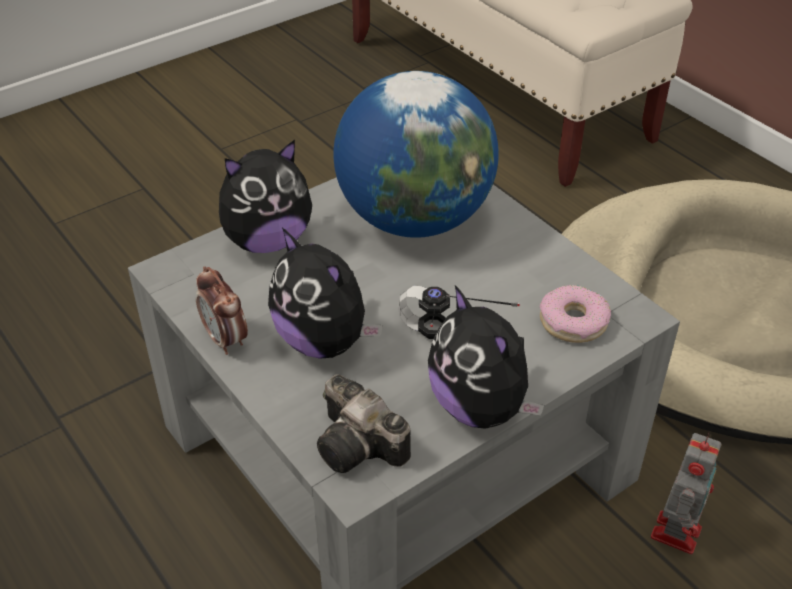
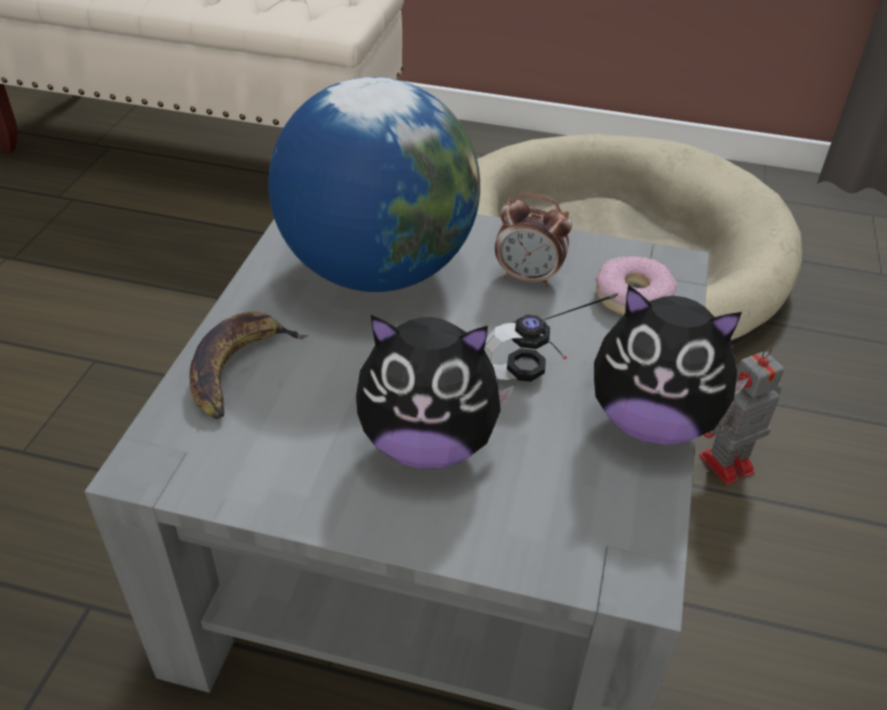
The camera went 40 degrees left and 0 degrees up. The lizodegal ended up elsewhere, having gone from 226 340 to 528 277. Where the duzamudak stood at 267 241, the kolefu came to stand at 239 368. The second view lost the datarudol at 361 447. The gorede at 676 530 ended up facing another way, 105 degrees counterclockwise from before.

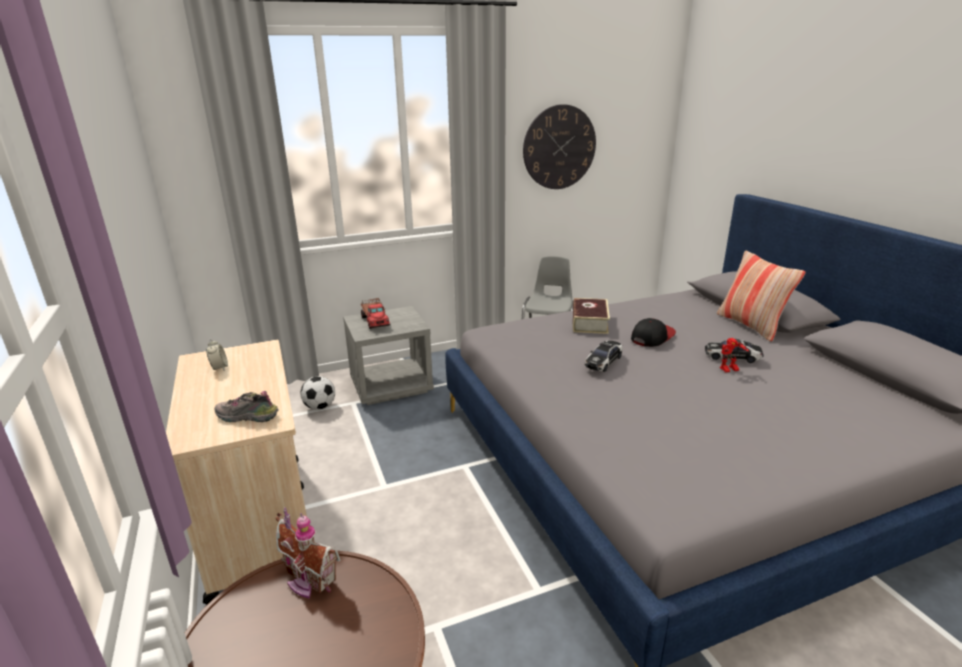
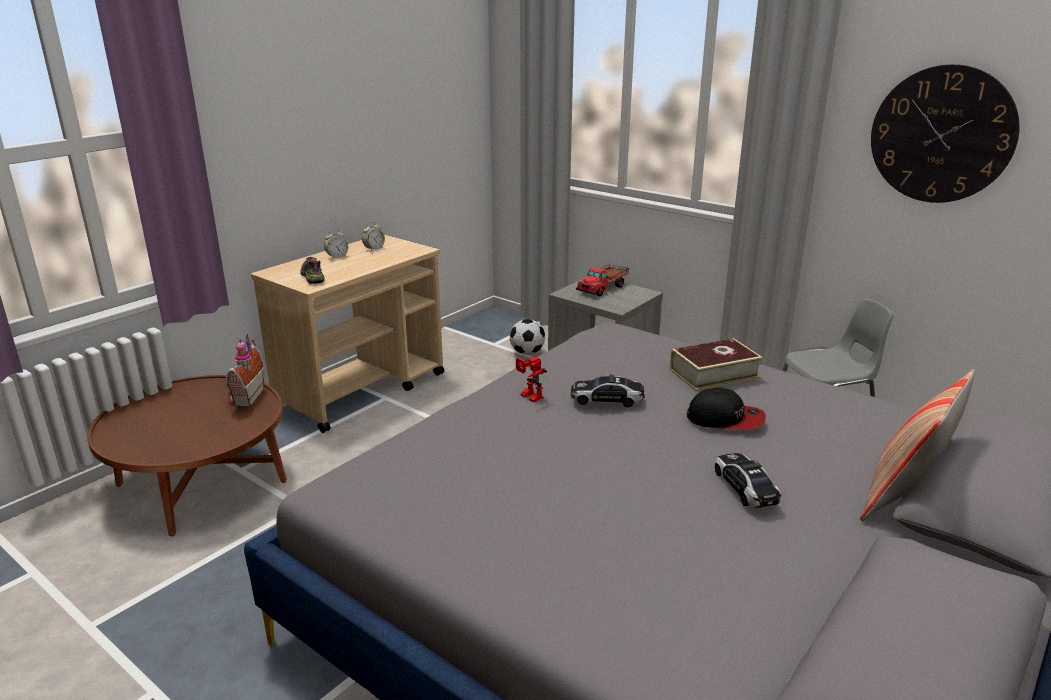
The camera went 60 degrees right and 0 degrees up. The gorede ended up elsewhere, having gone from 729 370 to 528 397. The second view gained the lizodegal at 337 257.

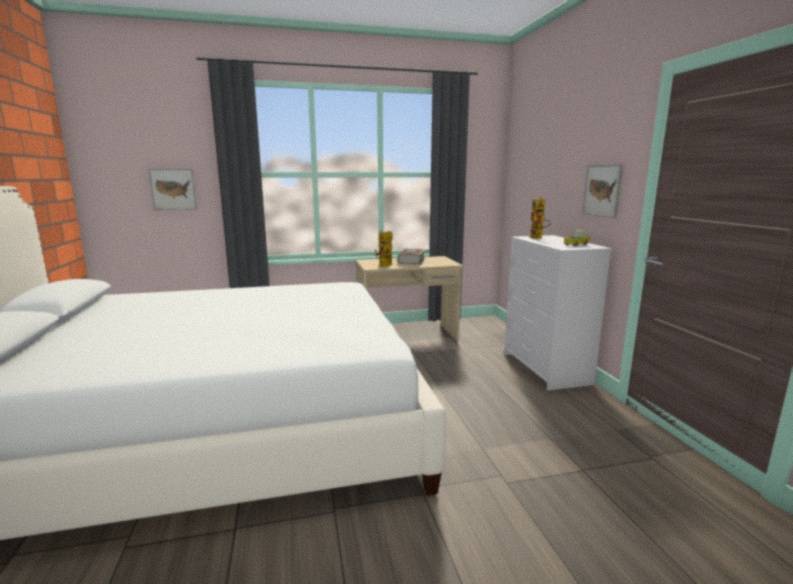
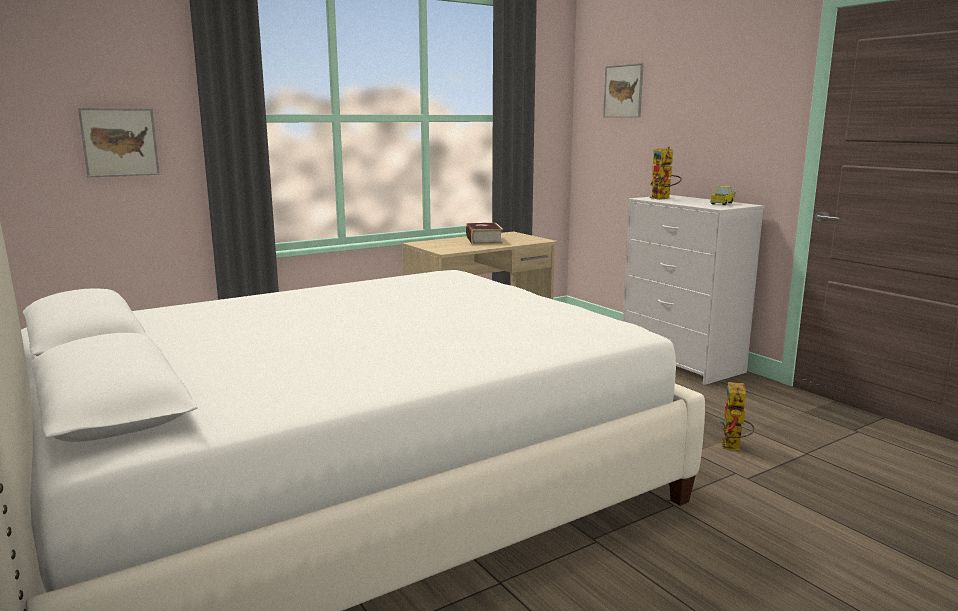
The camera went 20 degrees left and 0 degrees up. The gorede ended up elsewhere, having gone from 384 266 to 733 447. The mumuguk ended up elsewhere, having gone from 602 190 to 623 91.

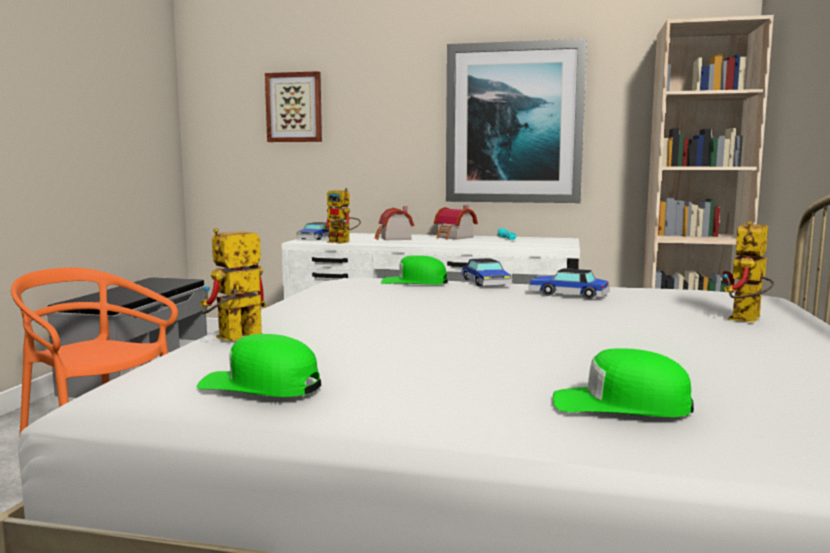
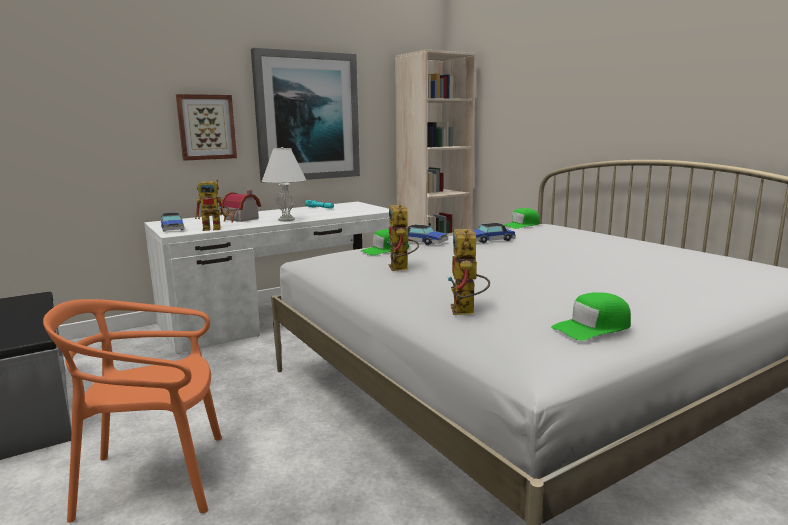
The camera went 45 degrees left and 5 degrees up. The mumuguk ended up elsewhere, having gone from 294 107 to 206 127. The second view lost the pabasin at 454 237. The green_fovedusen ended up elsewhere, having gone from 620 405 to 521 225. The gorede ended up elsewhere, having gone from 747 320 to 401 269. The second view gained the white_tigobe at 286 219.

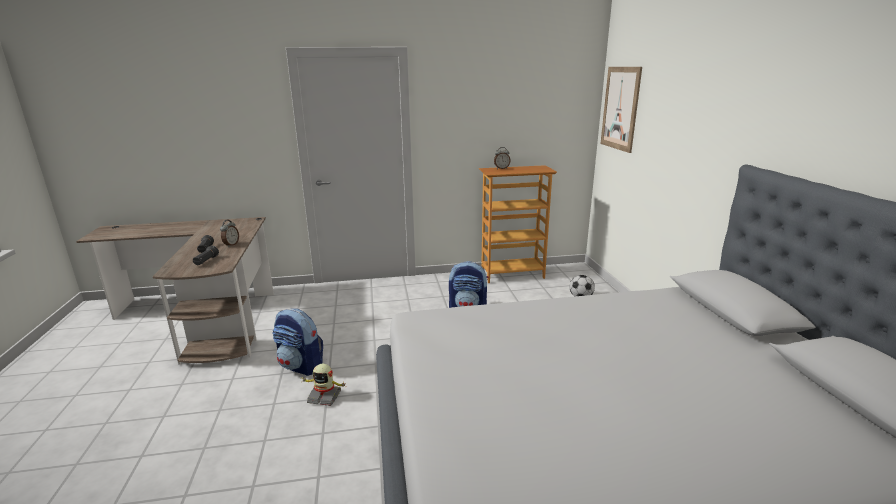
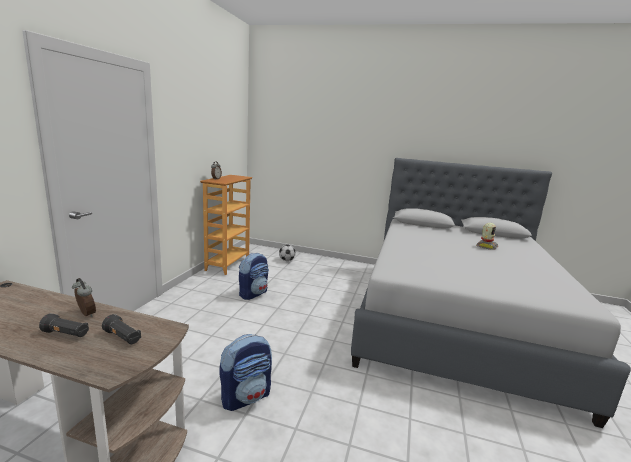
The camera went 65 degrees left and 5 degrees down. The gorede ended up elsewhere, having gone from 325 396 to 486 246. The second view lost the mumuguk at 620 108.

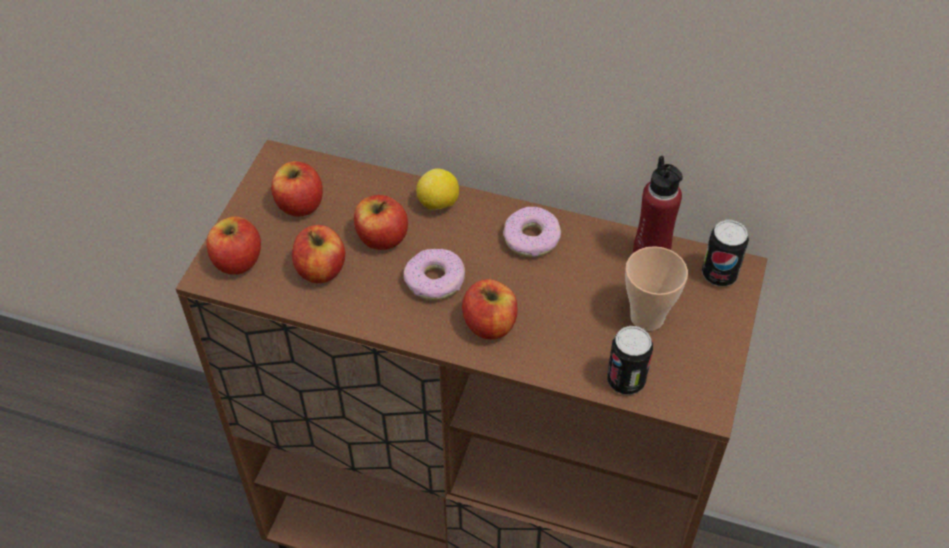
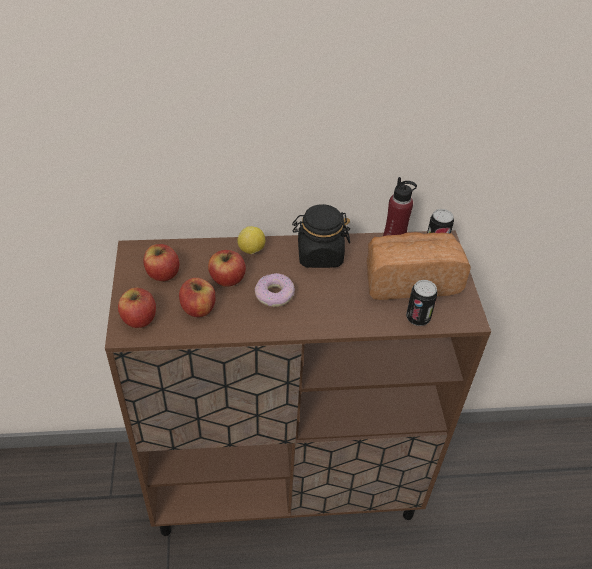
The camera went 25 degrees left and 5 degrees down. The second view lost the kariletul at 490 324. Where the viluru stood at 532 238, the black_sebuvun came to stand at 319 255. Where the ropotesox stood at 647 317, the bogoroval came to stand at 409 280.

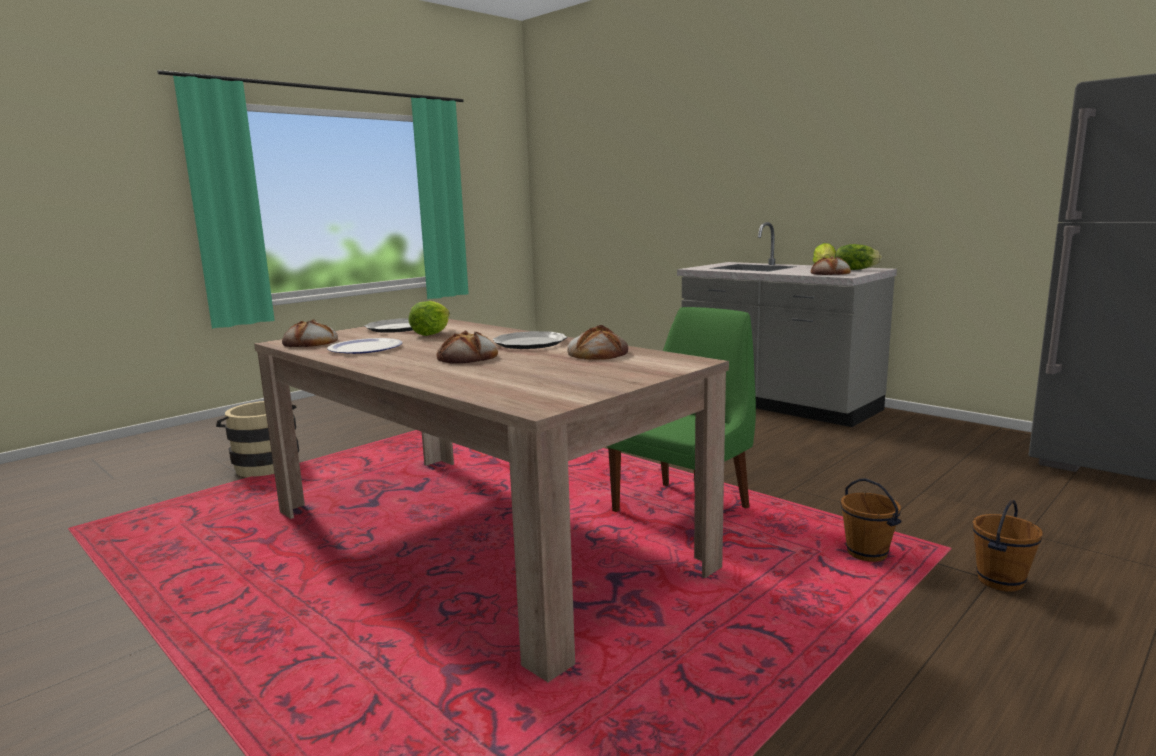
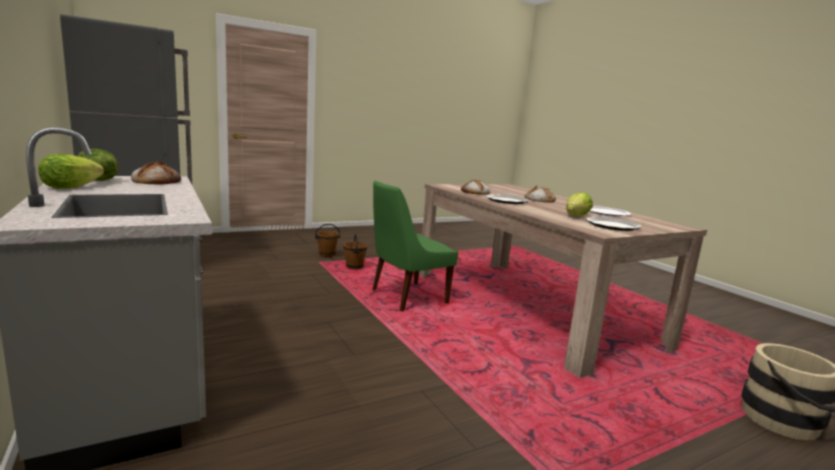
The camera went 165 degrees left and 0 degrees up. The second view lost the bogoroval at 311 343.

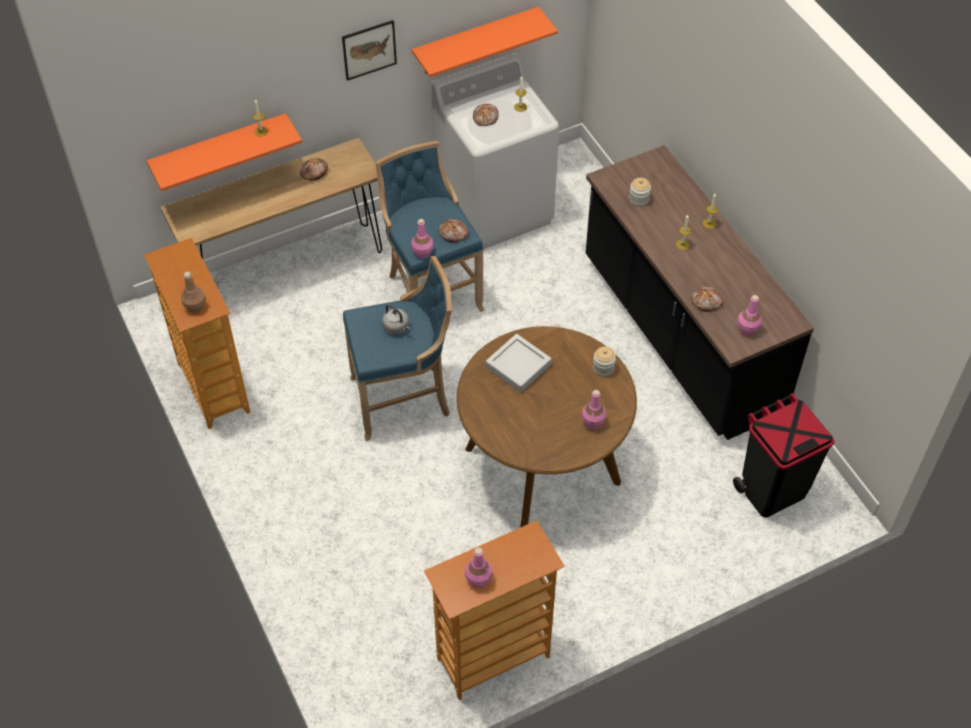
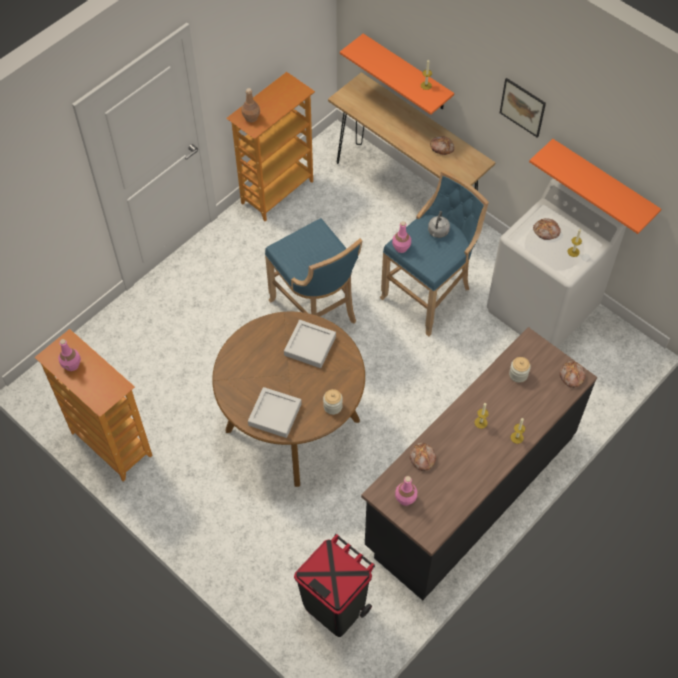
The camera went 70 degrees right and 5 degrees up. The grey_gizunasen ended up elsewhere, having gone from 397 328 to 438 232. The bogoroval ended up elsewhere, having gone from 453 234 to 571 376. Where the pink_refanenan stood at 593 422, the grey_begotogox came to stand at 275 414.

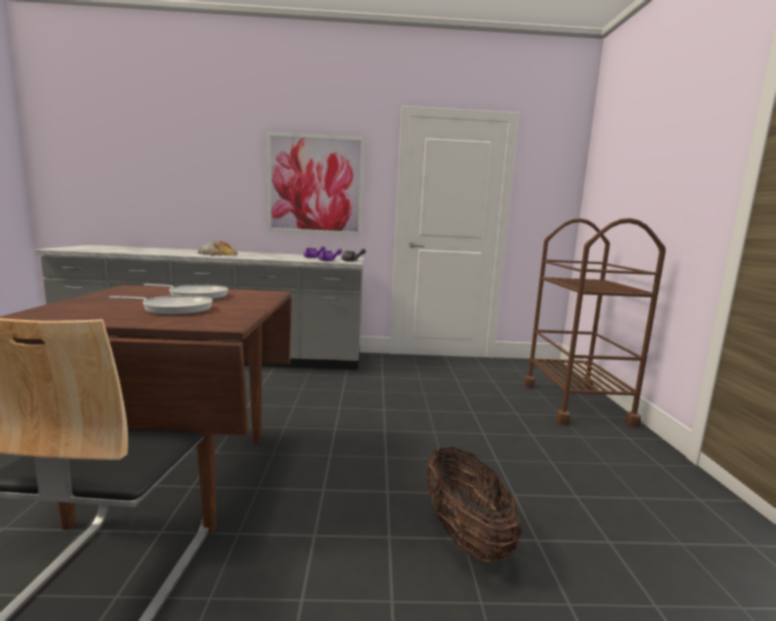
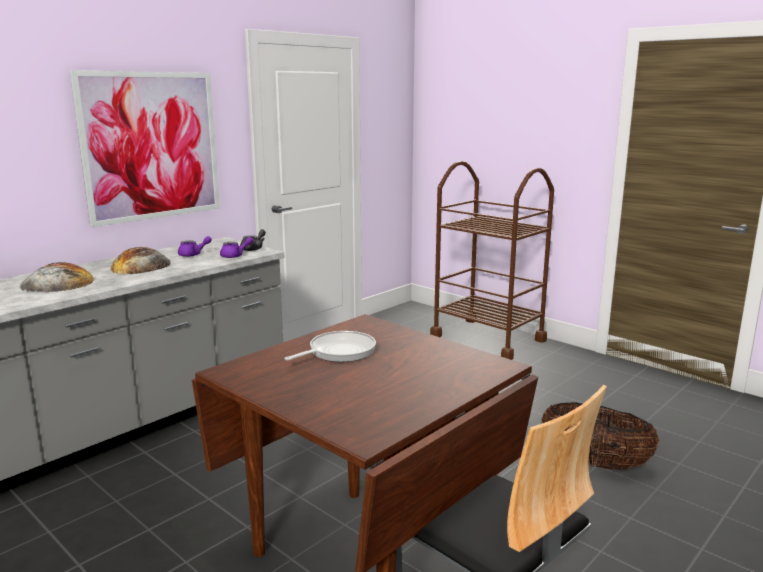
The camera went 45 degrees left and 5 degrees up. The second view lost the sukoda at 174 309. The second view gained the bogoroval at 141 266.

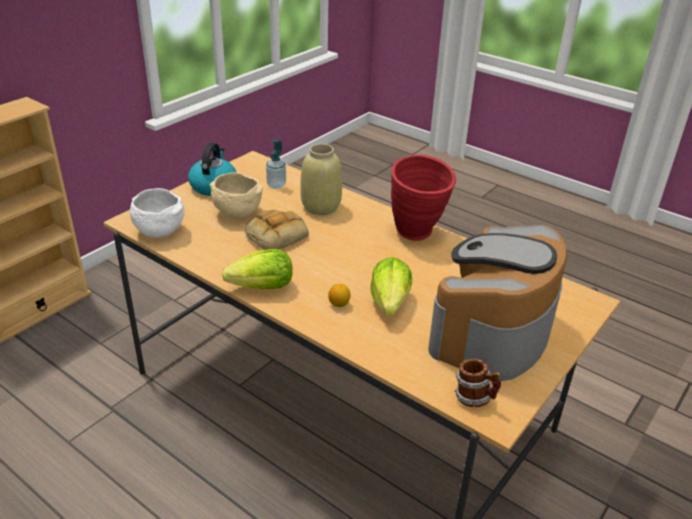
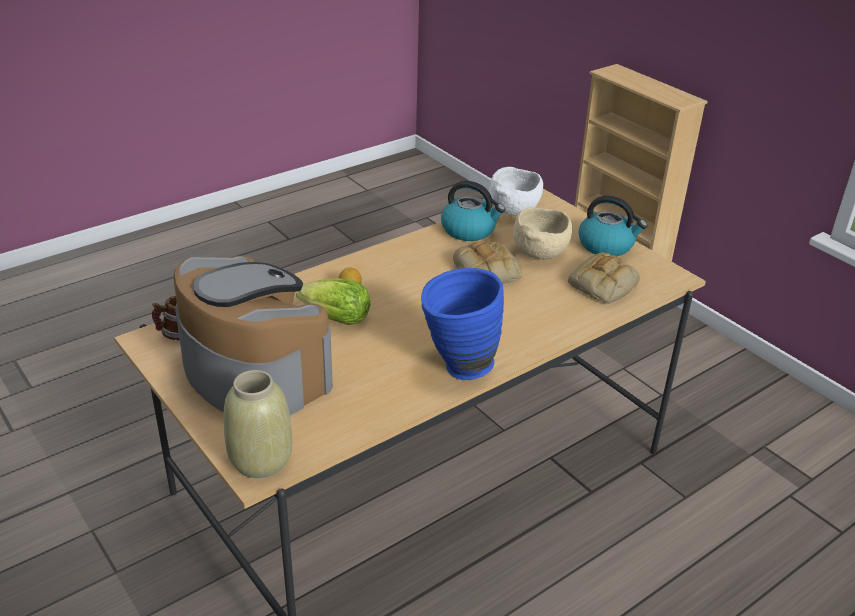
The camera went 105 degrees right and 0 degrees up. The second view lost the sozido at 263 287. Where the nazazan stood at 276 185, the bogoroval came to stand at 603 285. The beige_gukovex ended up elsewhere, having gone from 321 207 to 260 461. What was the red_gukovex at 417 235 turned into the blue_gukovex at 457 368. The second view gained the gizunasen at 469 230.

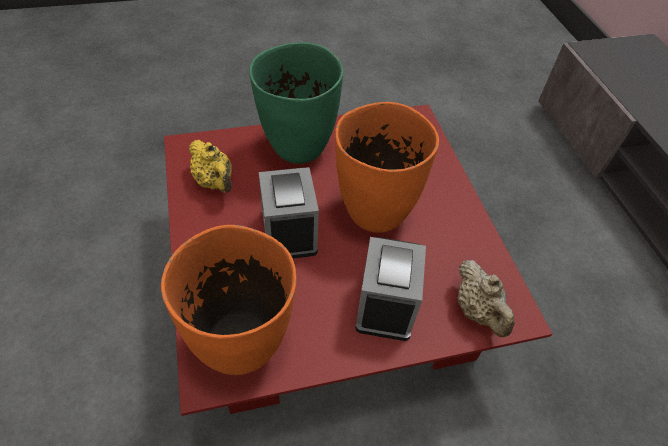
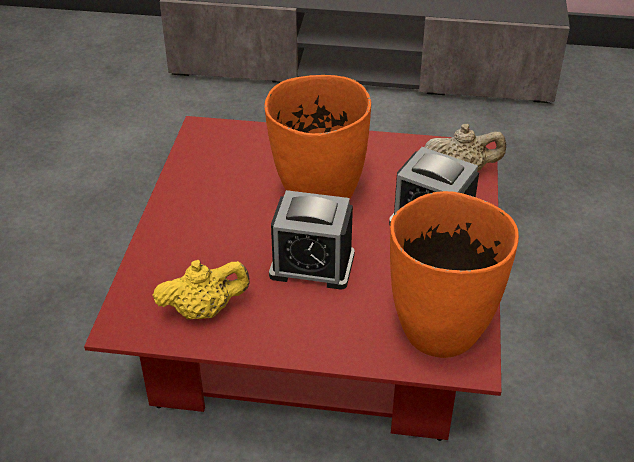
The camera went 65 degrees left and 10 degrees down. The second view lost the green_gukovex at 298 148.

